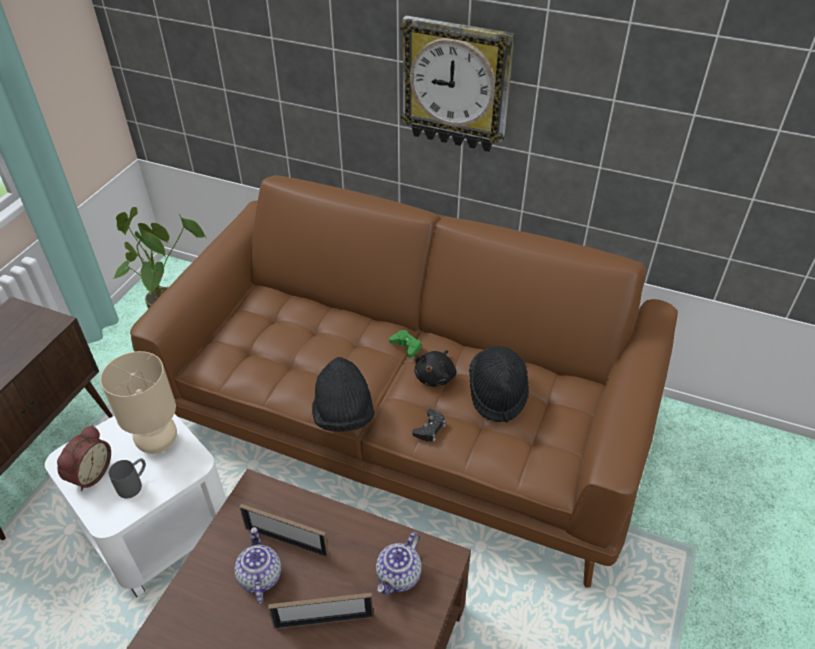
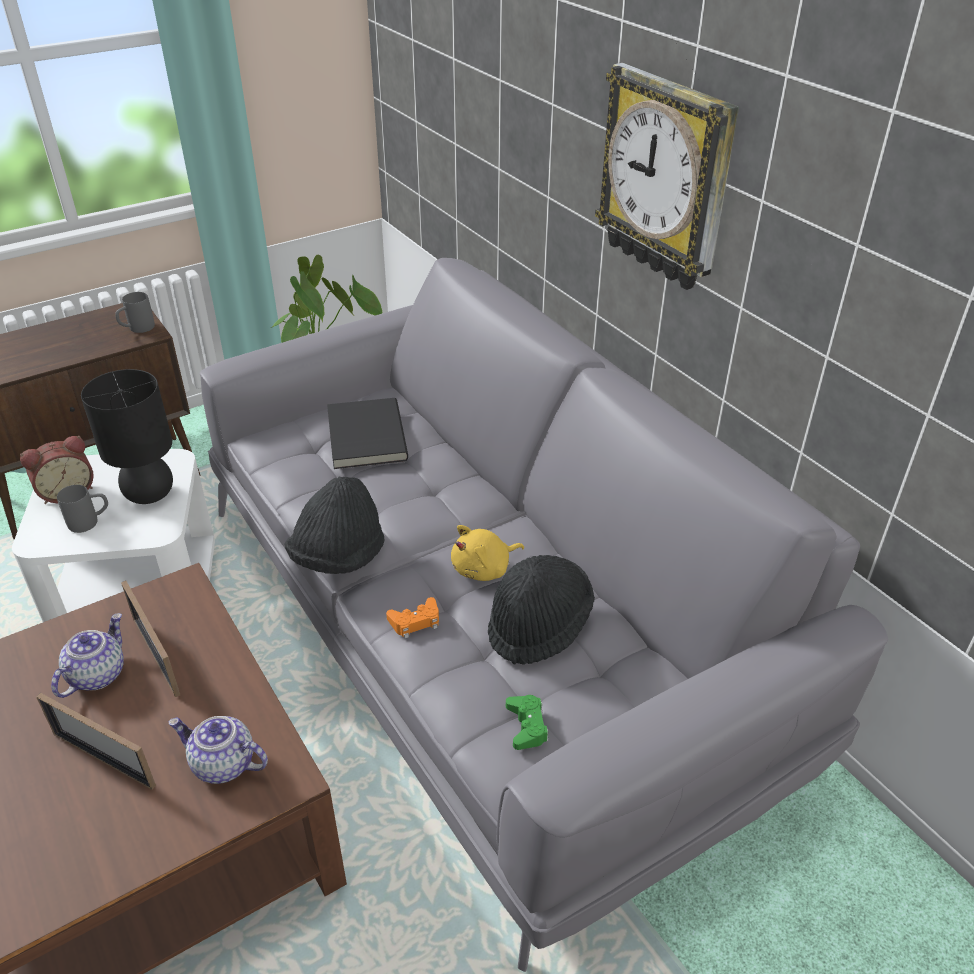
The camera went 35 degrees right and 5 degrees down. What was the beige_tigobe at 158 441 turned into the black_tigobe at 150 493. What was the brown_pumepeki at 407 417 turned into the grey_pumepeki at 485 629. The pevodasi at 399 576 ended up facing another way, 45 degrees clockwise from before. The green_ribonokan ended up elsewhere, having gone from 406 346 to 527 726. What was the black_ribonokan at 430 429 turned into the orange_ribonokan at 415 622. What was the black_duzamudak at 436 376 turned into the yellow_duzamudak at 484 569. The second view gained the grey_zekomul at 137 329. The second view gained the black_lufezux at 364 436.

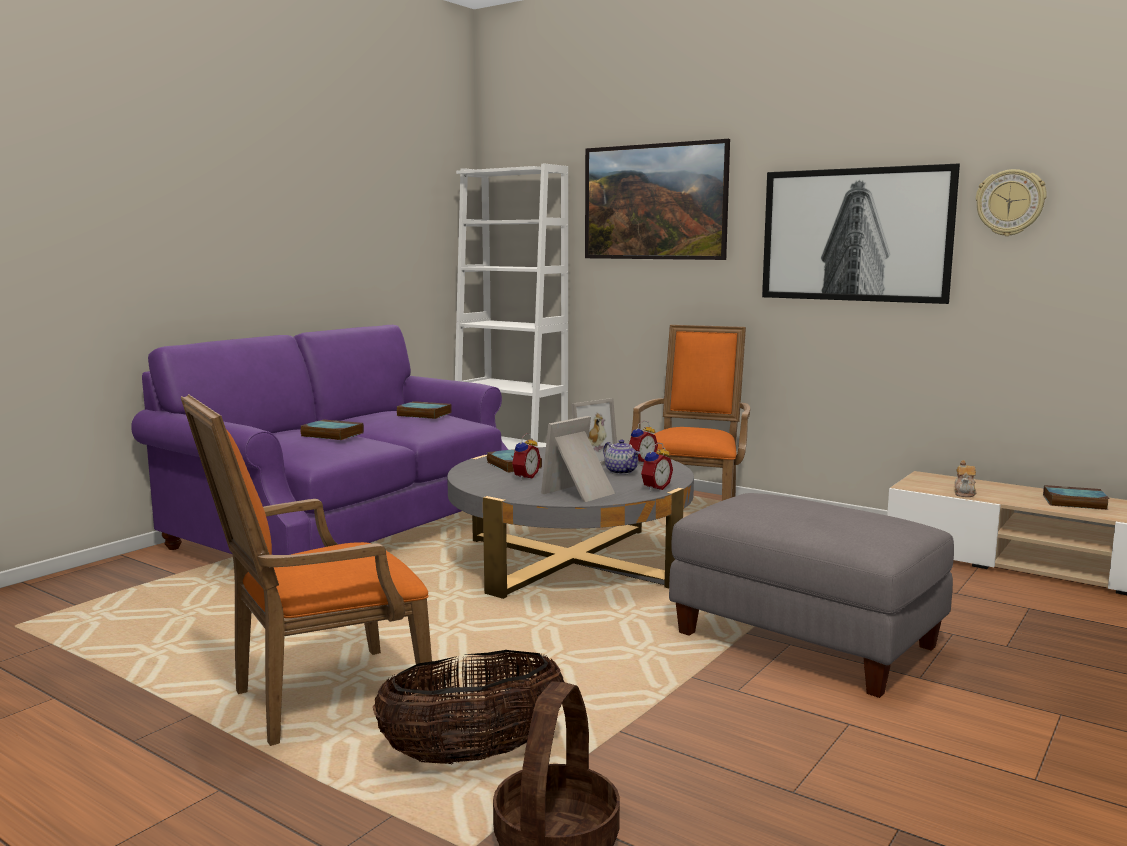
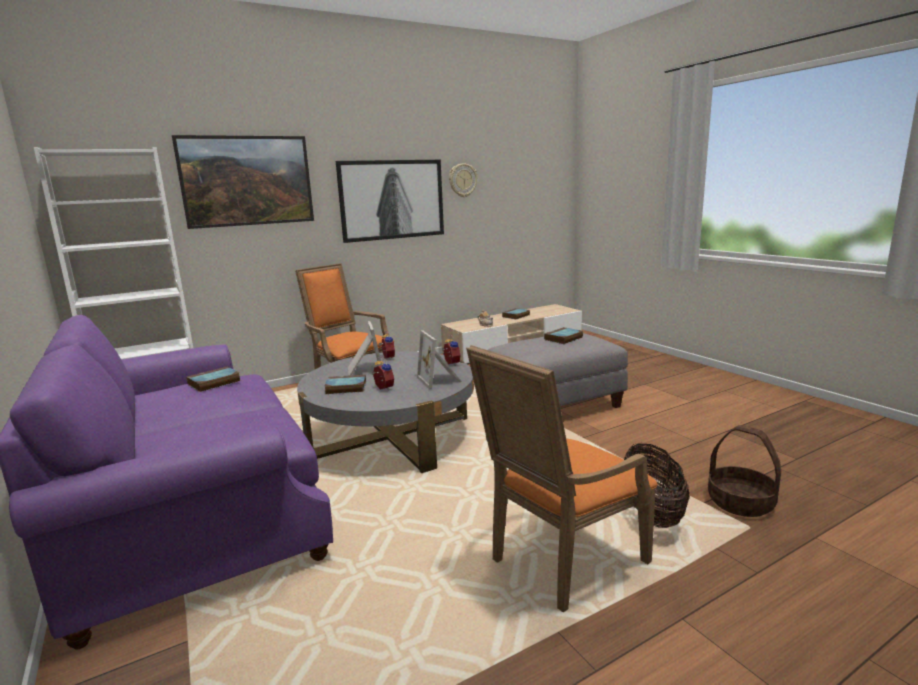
The camera went 65 degrees left and 5 degrees up. The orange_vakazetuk at 318 700 ended up facing another way, 60 degrees clockwise from before. The lufezux ended up elsewhere, having gone from 330 434 to 563 338. The second view lost the pevodasi at 622 472.

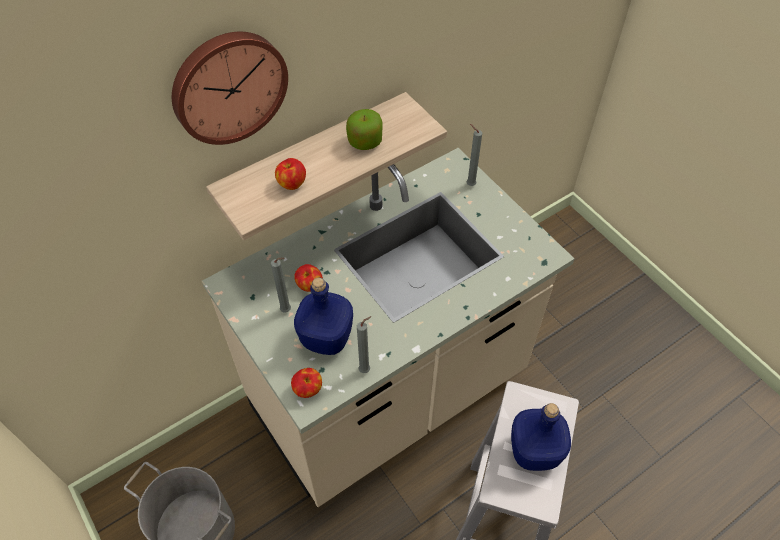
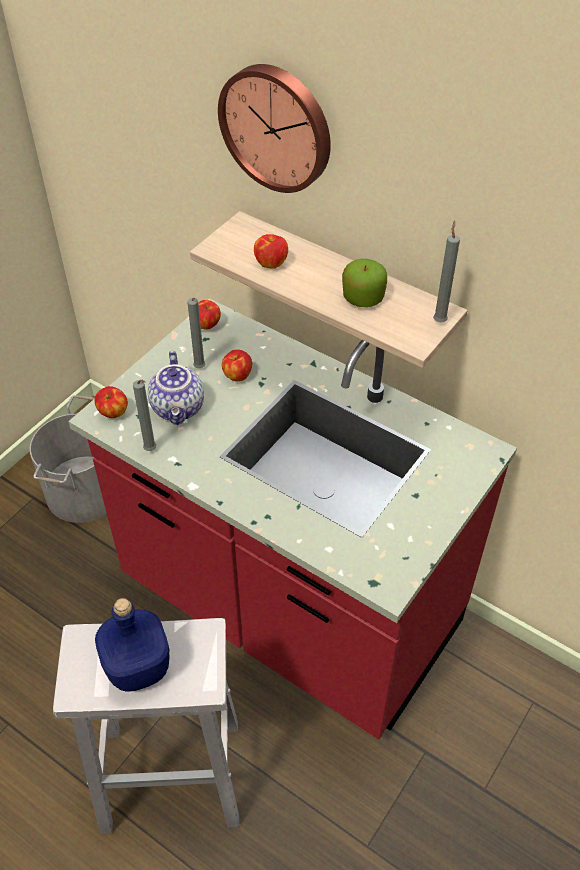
The camera went 70 degrees right and 5 degrees down. What was the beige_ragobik at 389 394 turned into the red_ragobik at 290 606. Where the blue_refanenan stood at 326 337, the pevodasi came to stand at 179 408. The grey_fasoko ended up elsewhere, having gone from 469 184 to 439 320. The second view gained the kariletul at 207 325.

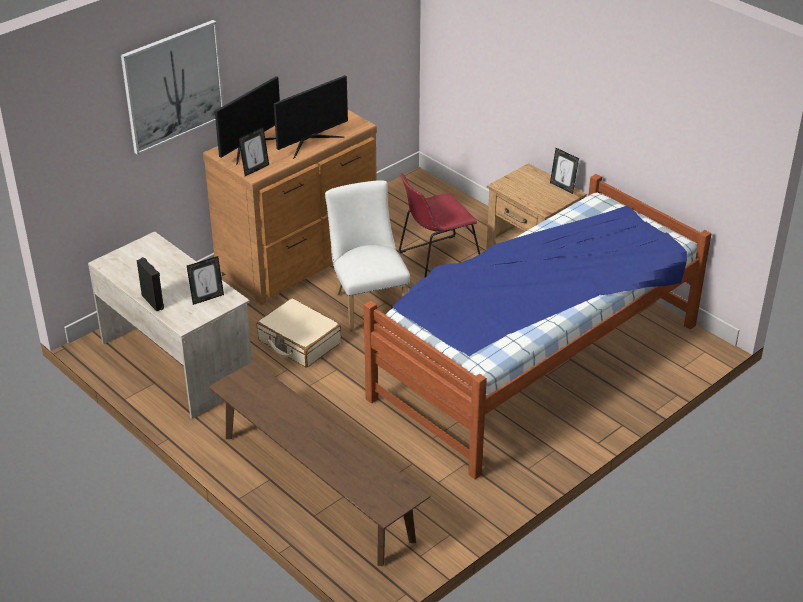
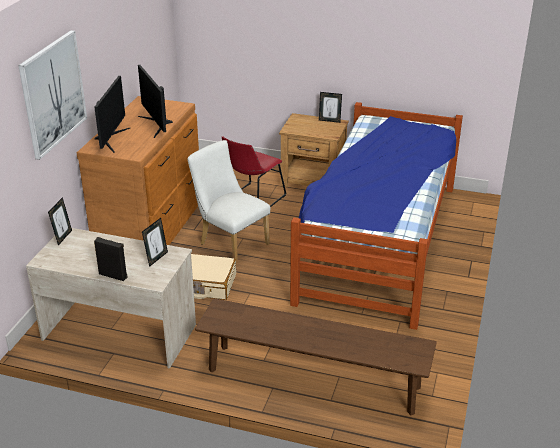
The camera went 30 degrees left and 5 degrees down. The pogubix ended up elsewhere, having gone from 255 169 to 63 237. The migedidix at 311 142 ended up facing another way, 135 degrees clockwise from before.

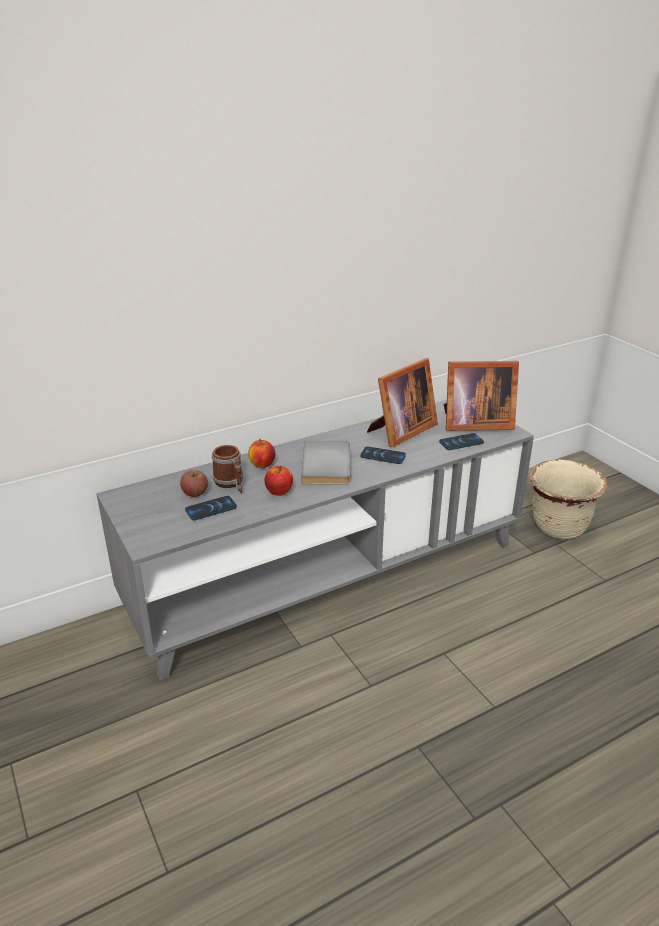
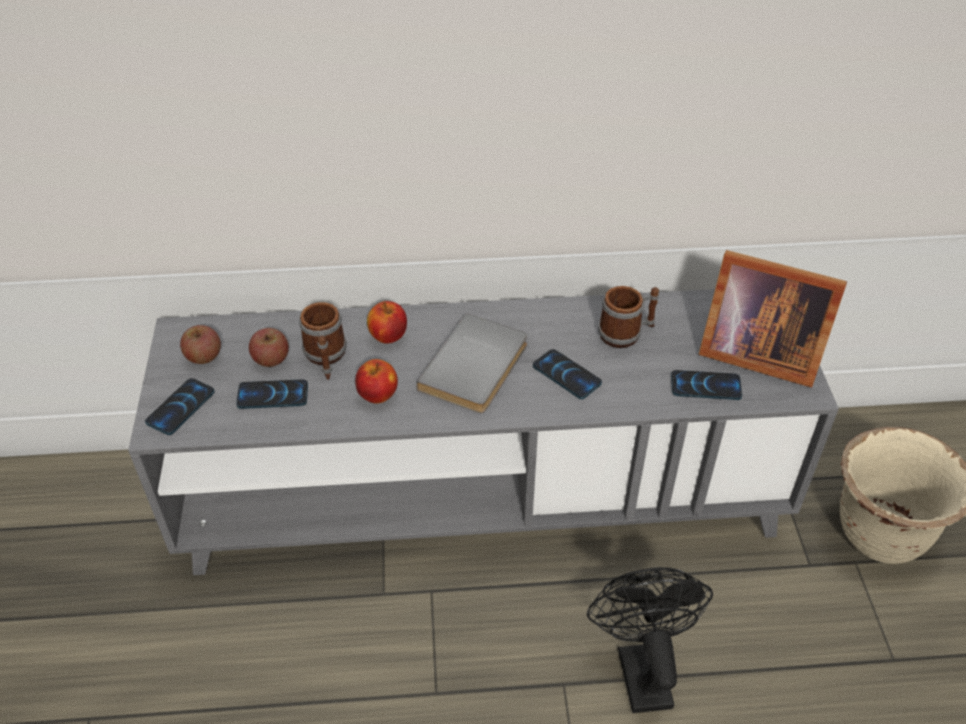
The camera went 25 degrees right and 15 degrees up. Where the pogubix stood at 400 431, the zekomul came to stand at 626 333. The second view gained the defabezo at 181 407. The second view gained the kariletul at 204 356. The second view gained the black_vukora at 640 667.

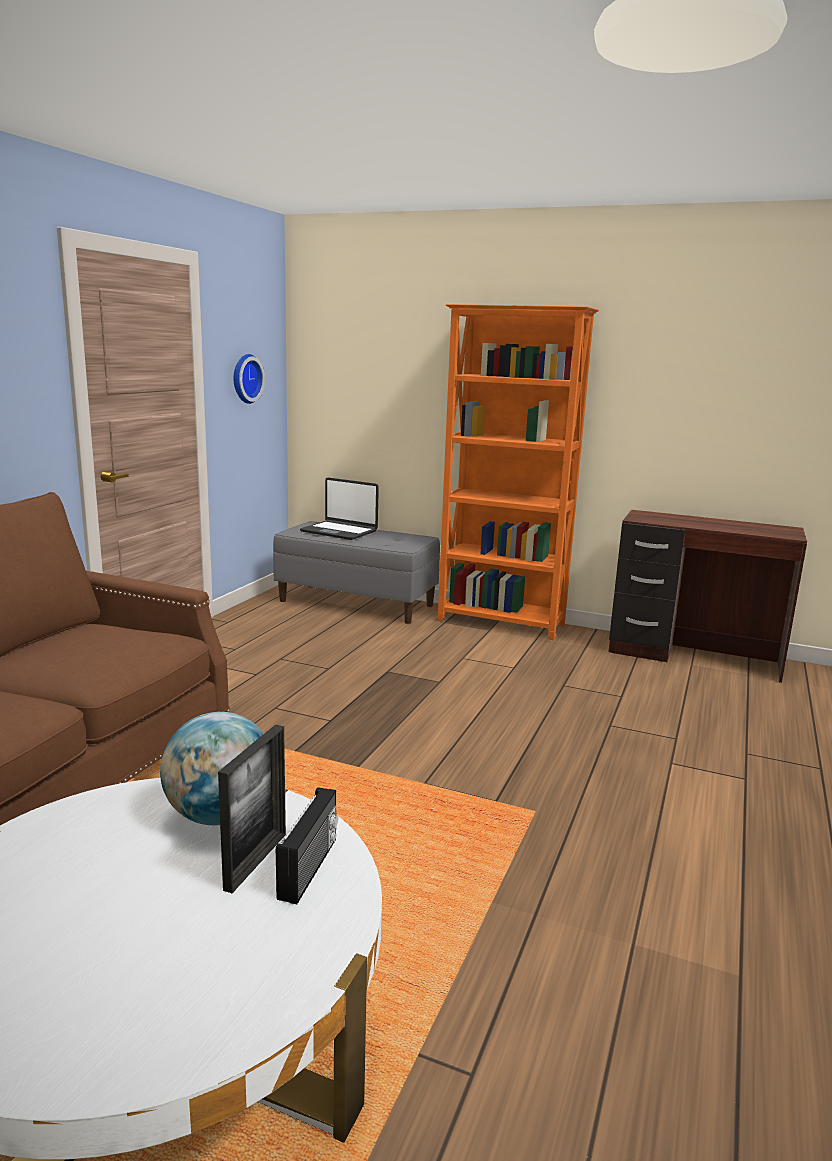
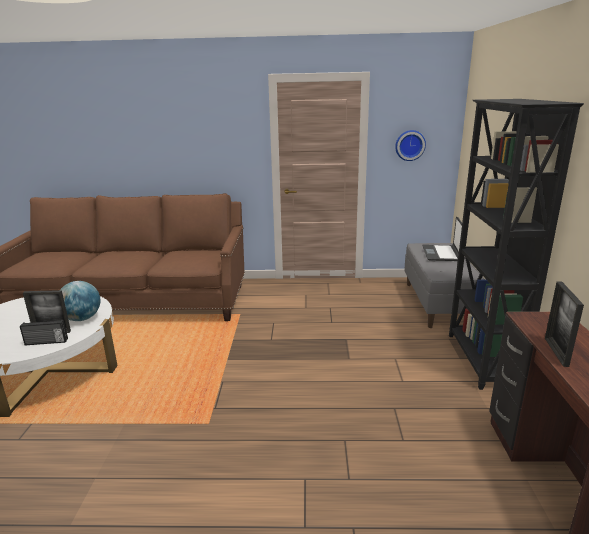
The camera went 70 degrees right and 5 degrees up. What was the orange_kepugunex at 501 623 turned into the black_kepugunex at 481 360. The second view gained the pogubix at 556 352.

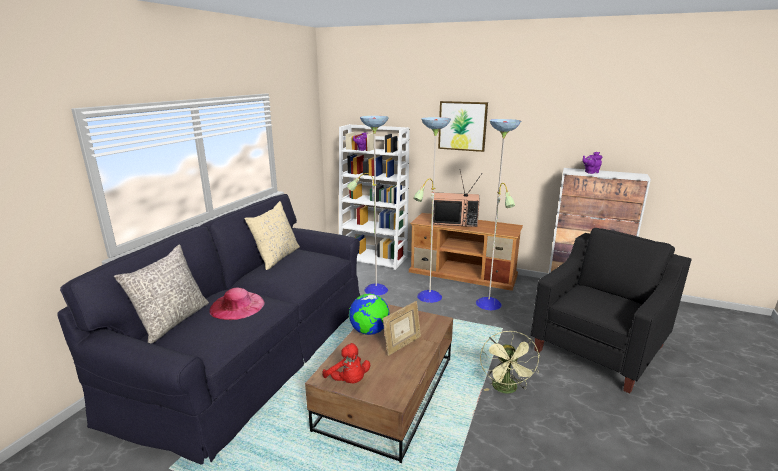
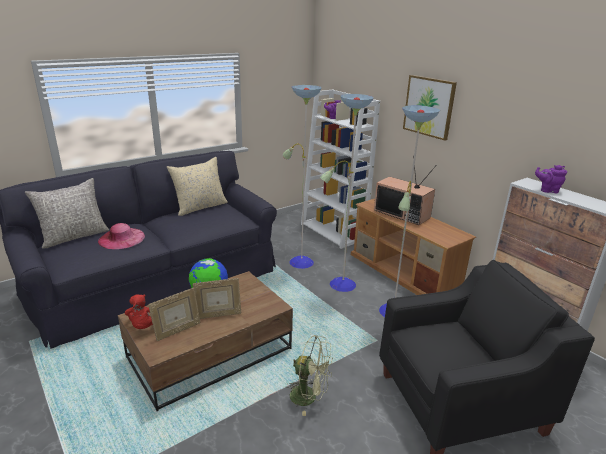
The camera went 30 degrees right and 5 degrees up. The green_vukora at 506 389 ended up facing another way, 105 degrees counterclockwise from before. The second view gained the pogubix at 177 331.

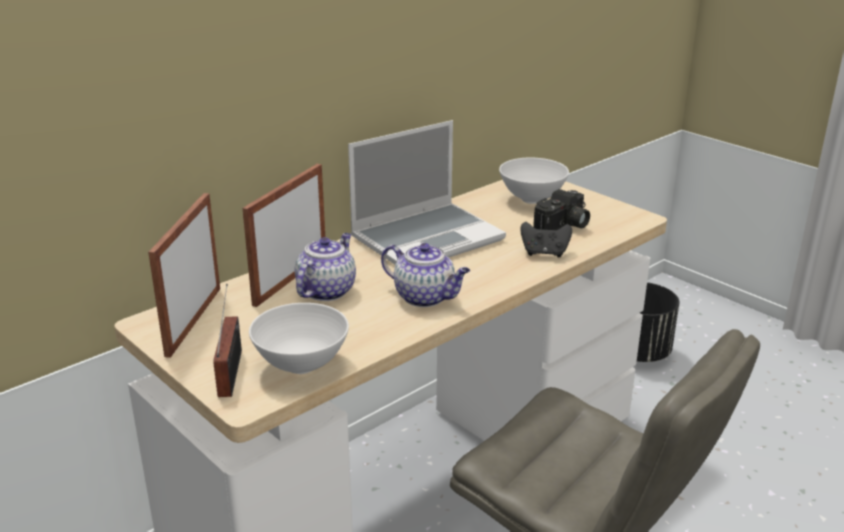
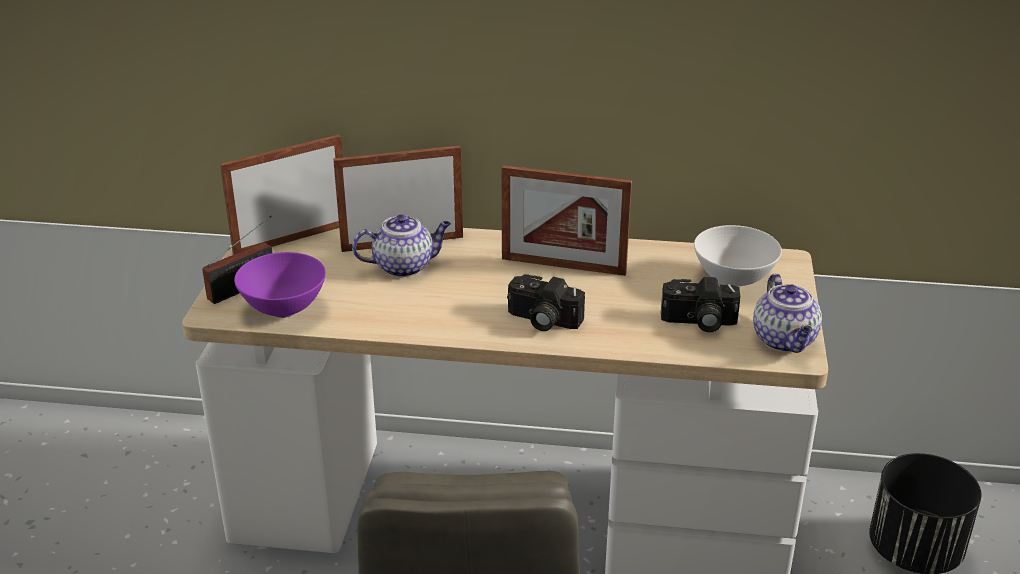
The camera went 50 degrees right and 5 degrees up. What was the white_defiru at 302 366 turned into the purple_defiru at 284 310. Where the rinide stood at 427 238, the pogubix came to stand at 563 266. The pevodasi ended up elsewhere, having gone from 426 297 to 785 341. The second view lost the black_ribonokan at 544 253. The second view gained the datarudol at 542 320.

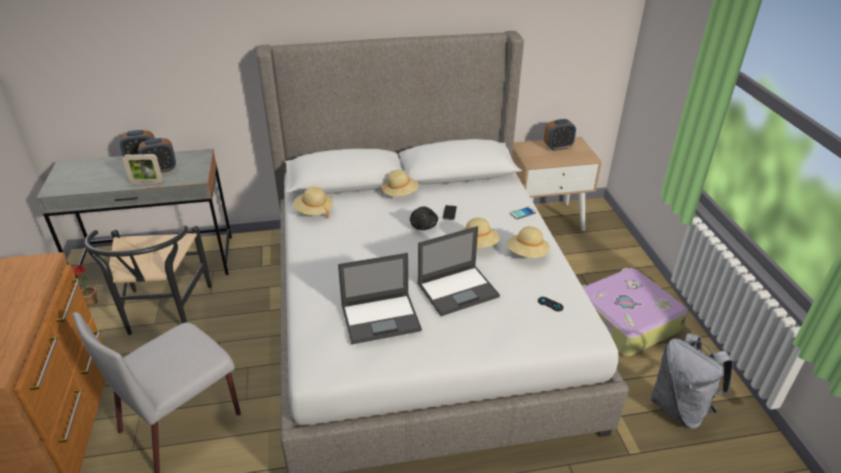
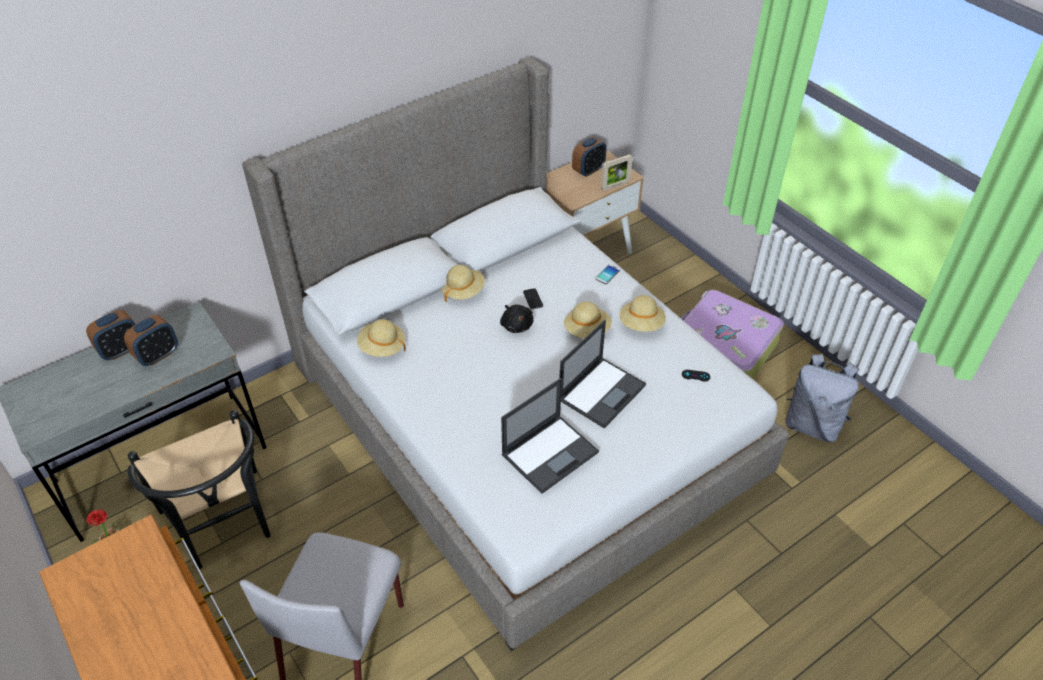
The camera went 25 degrees left and 10 degrees up. The pogubix ended up elsewhere, having gone from 146 182 to 615 185.

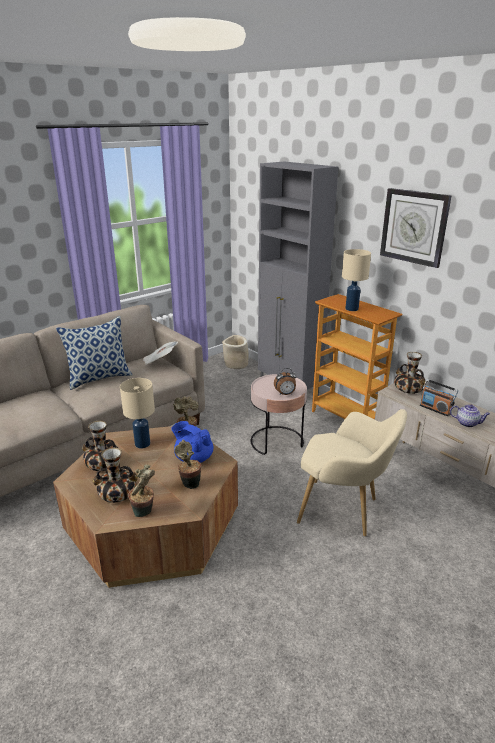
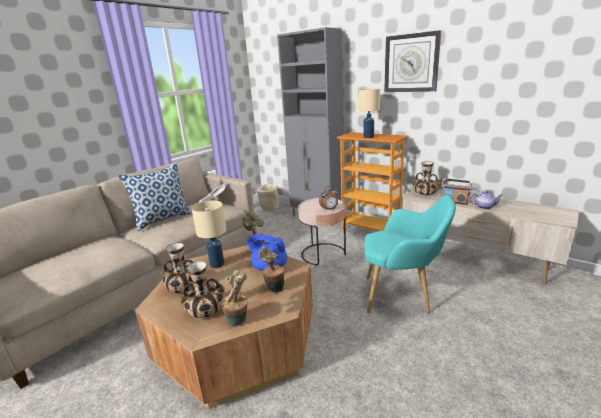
The camera went 10 degrees left and 5 degrees down. What was the beige_vakazetuk at 343 511 turned into the turquoise_vakazetuk at 401 296.

